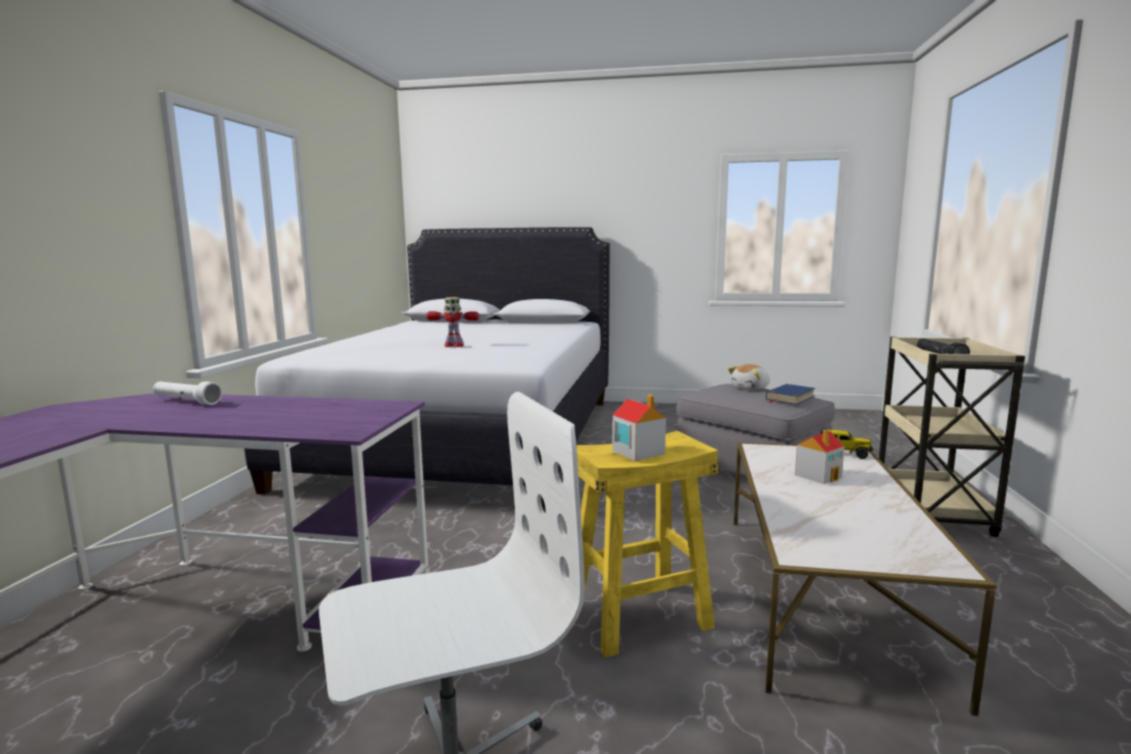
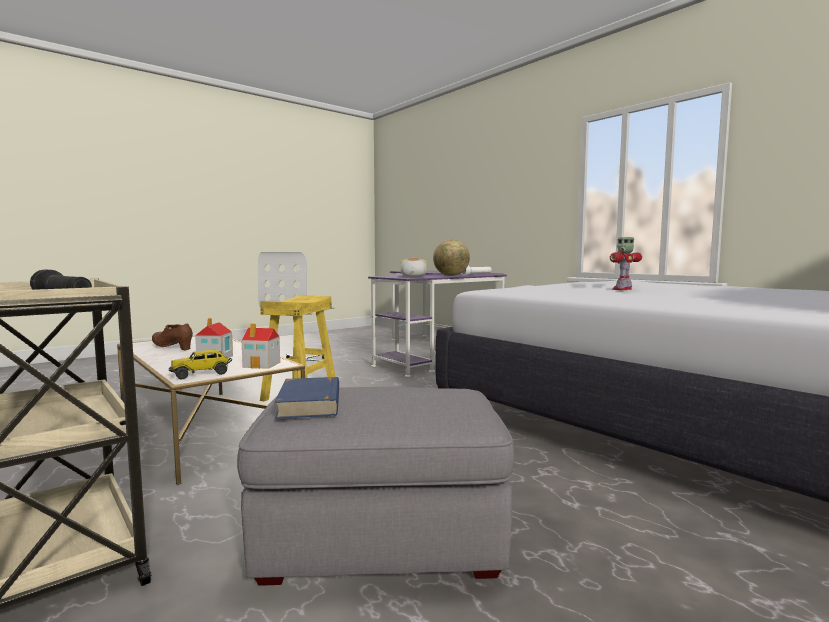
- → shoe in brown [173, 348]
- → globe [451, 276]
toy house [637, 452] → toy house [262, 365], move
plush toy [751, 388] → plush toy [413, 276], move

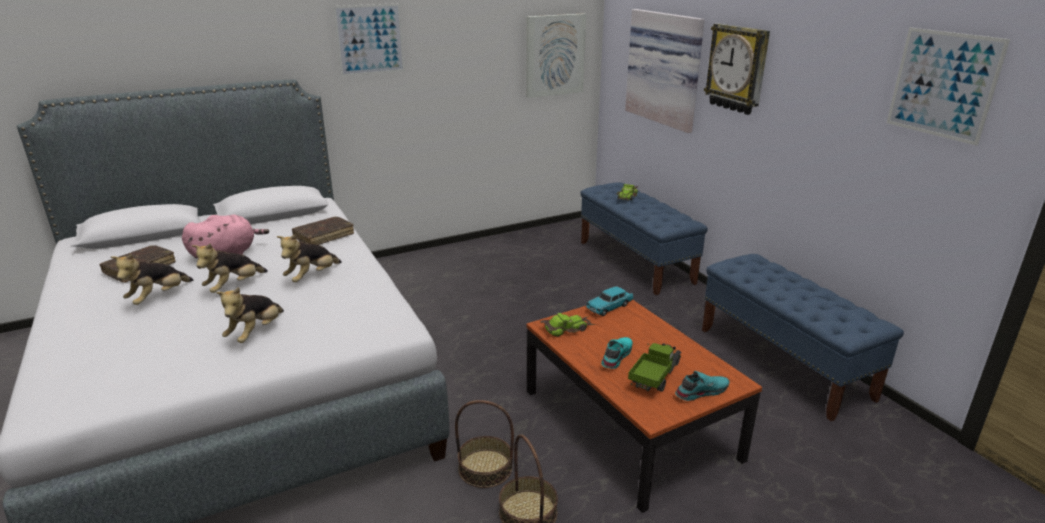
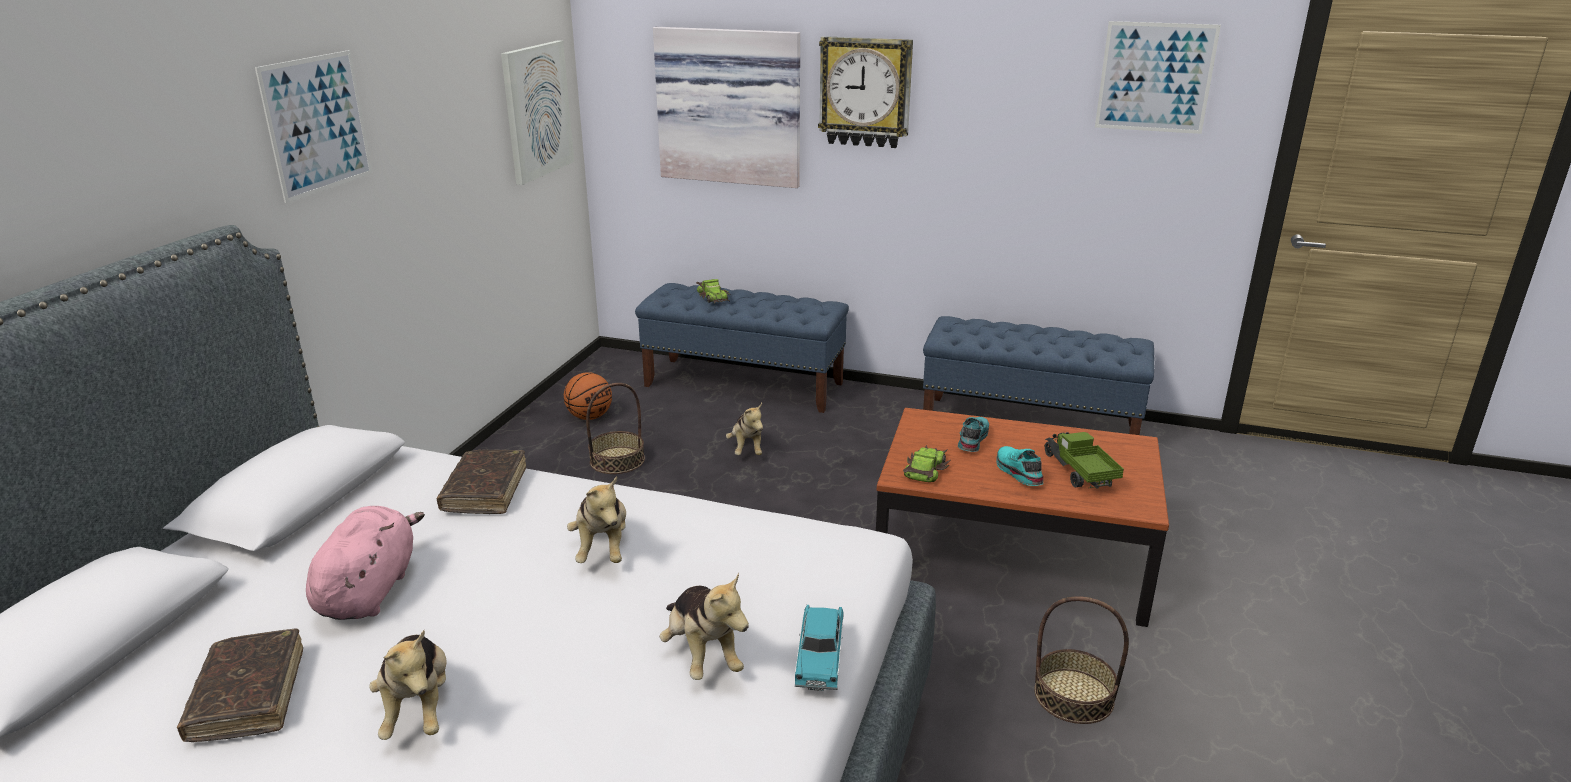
- → basketball [589, 417]
plush toy [234, 287] → plush toy [747, 449], move
basket [485, 468] → basket [617, 460], move
toy car in turquoise [609, 307] → toy car in turquoise [819, 658], move
shoe in turquoise [701, 391] → shoe in turquoise [971, 439], move

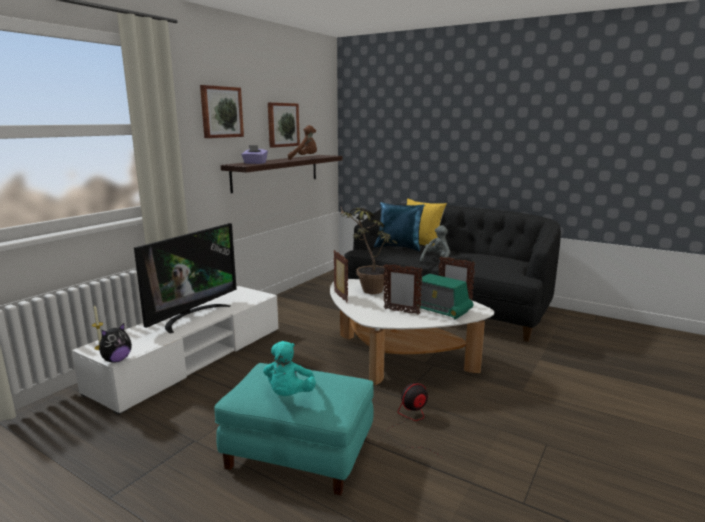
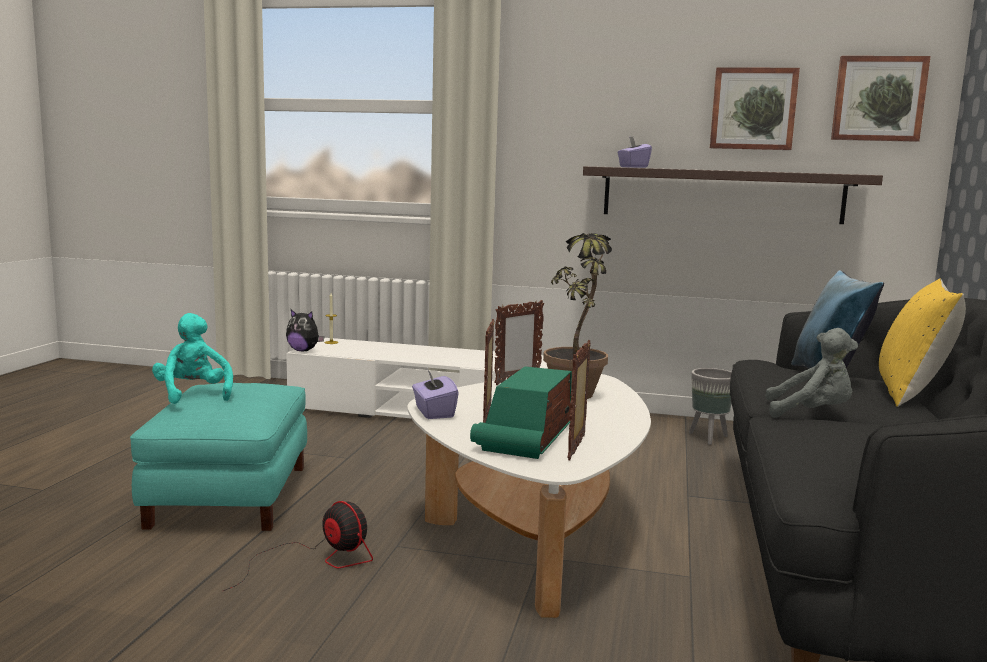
television [192, 316] → -
plush toy in brown [304, 158] → -
- → tissue box in purple [433, 412]
- → planter in grey [709, 438]
picture [221, 112] → picture [878, 99], move
plush toy in turquoise [289, 395] → plush toy in turquoise [193, 394], 75 degrees clockwise

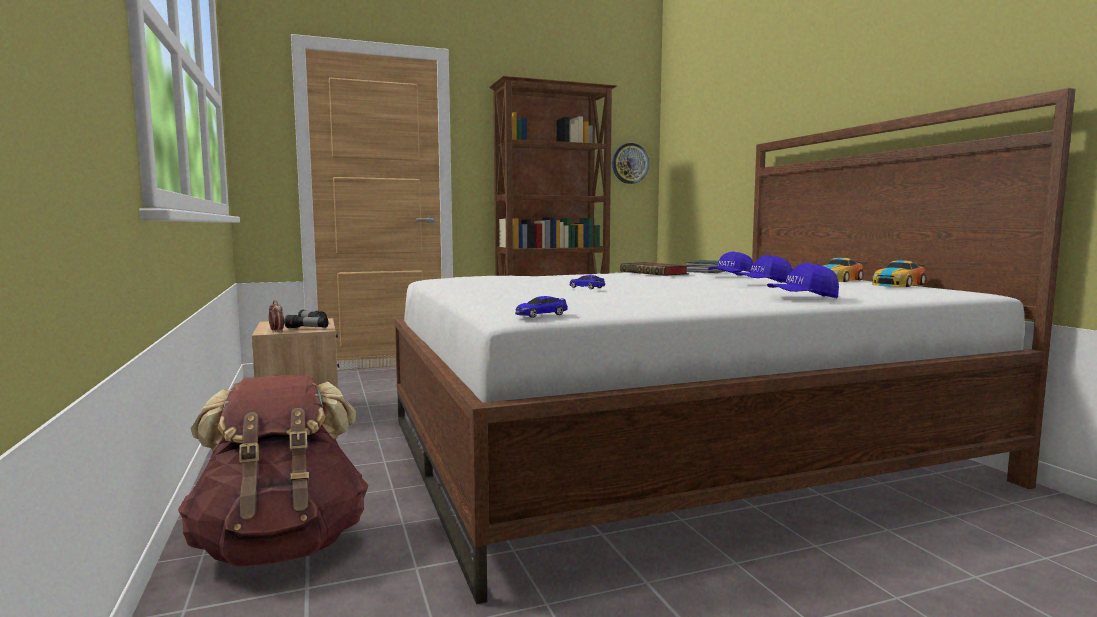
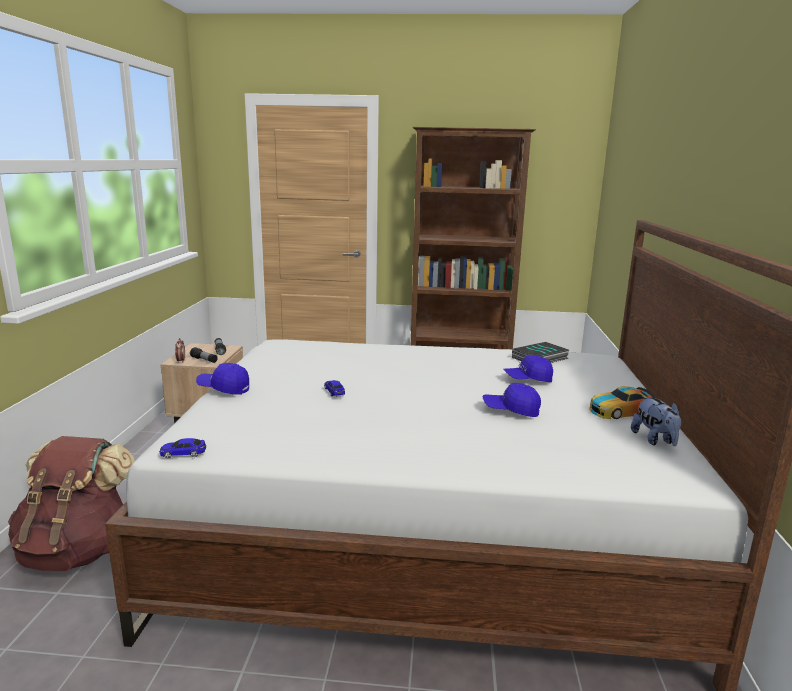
wall clock [630, 163] → -
book [655, 273] → -
cap in blue [802, 298] → cap in blue [224, 388], move
toy car [897, 285] → plush toy [654, 440]

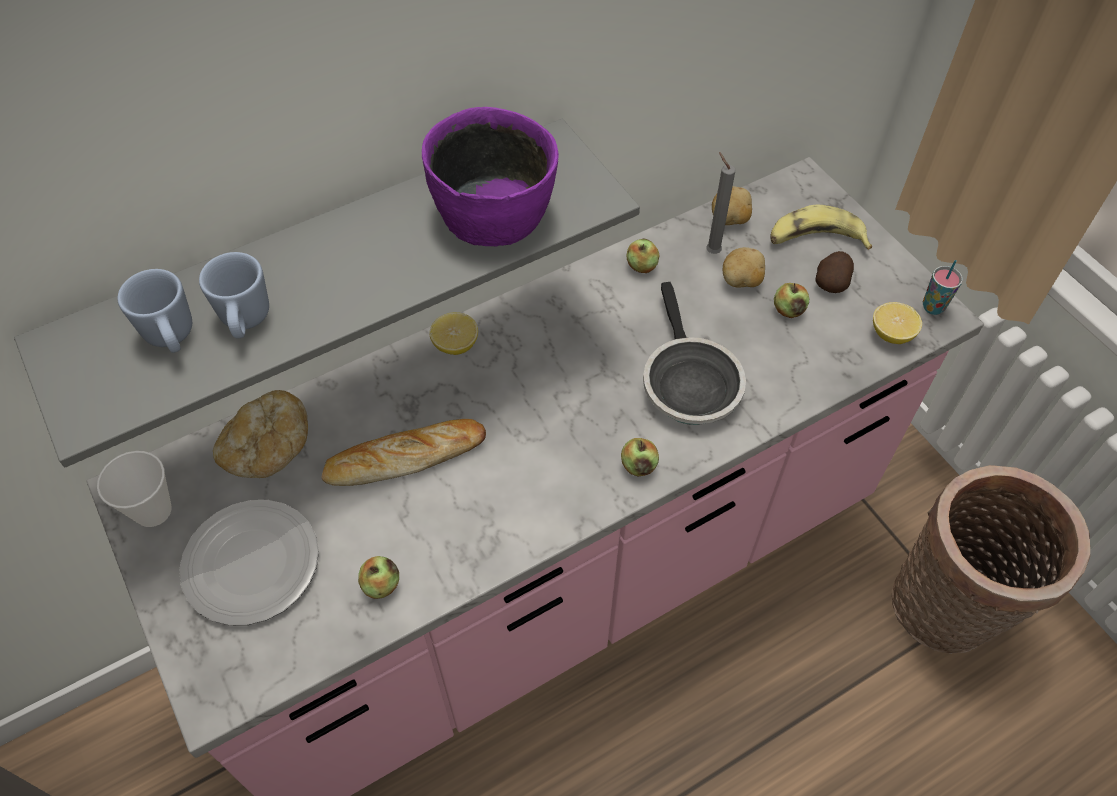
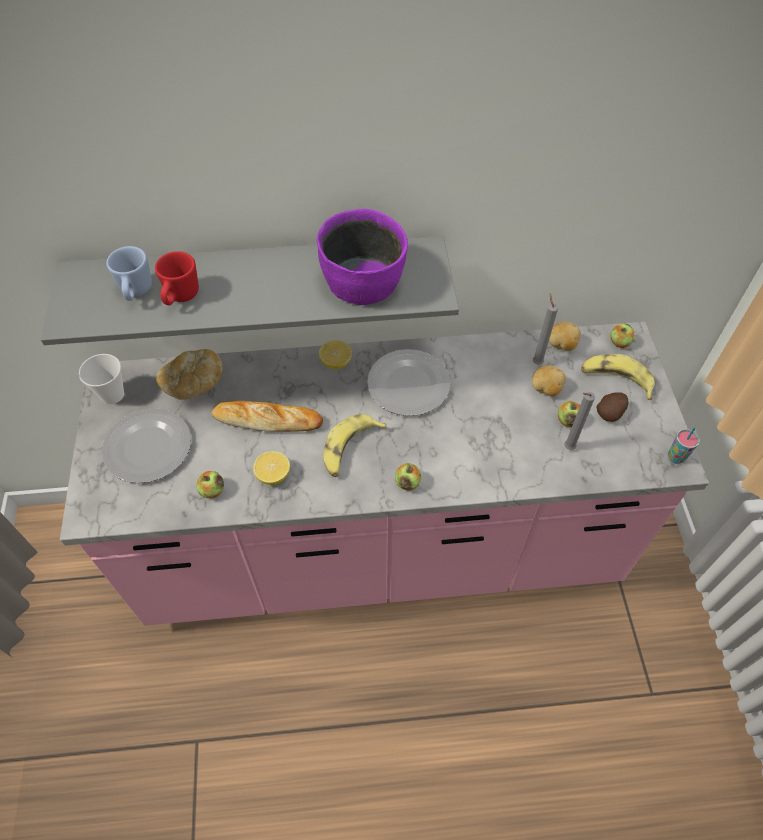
frying pan [688, 382] → -
basket [946, 612] → -
- → banana [350, 449]
- → plate [407, 384]
- → candle in grey [567, 448]
apple [641, 266] → apple [619, 342], move
lemon [891, 334] → lemon [273, 475], move
mug in blue [245, 322] → mug in red [180, 297]

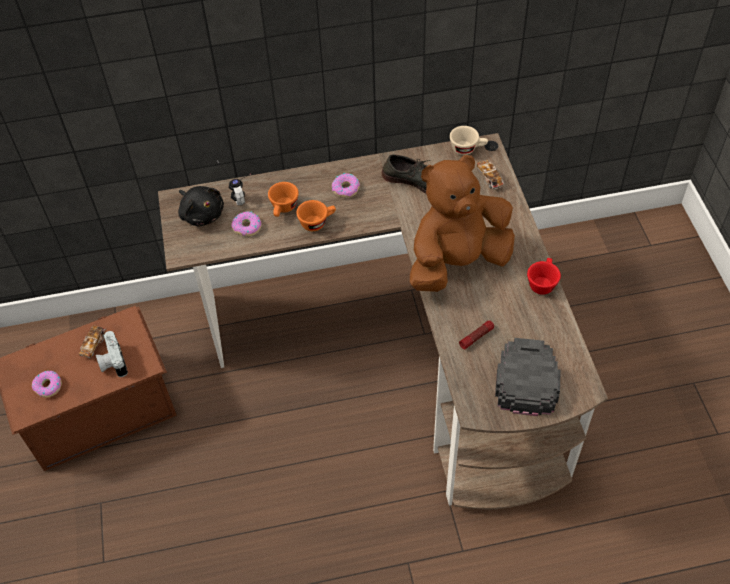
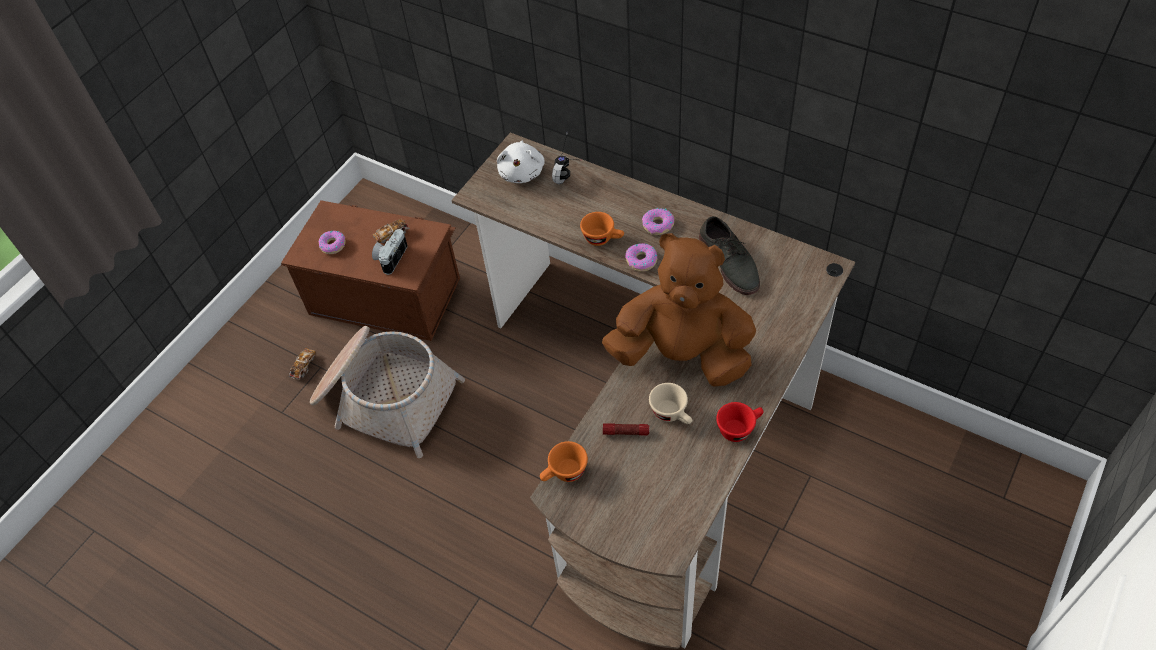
cap in black [526, 378] → -
- → basket [385, 398]
donut [247, 227] → donut [641, 260], move
cup in orange [283, 209] → cup in orange [564, 474], move
cup in beige [467, 149] → cup in beige [672, 414], move
toy car [489, 178] → toy car [304, 367], move
plush toy in black [202, 214] → plush toy in white [522, 172]

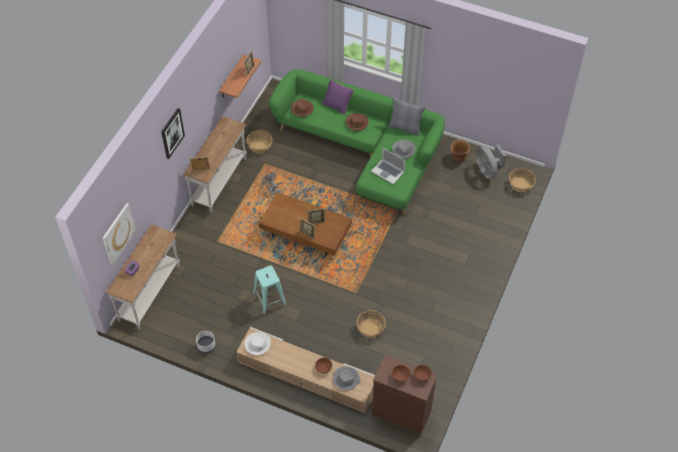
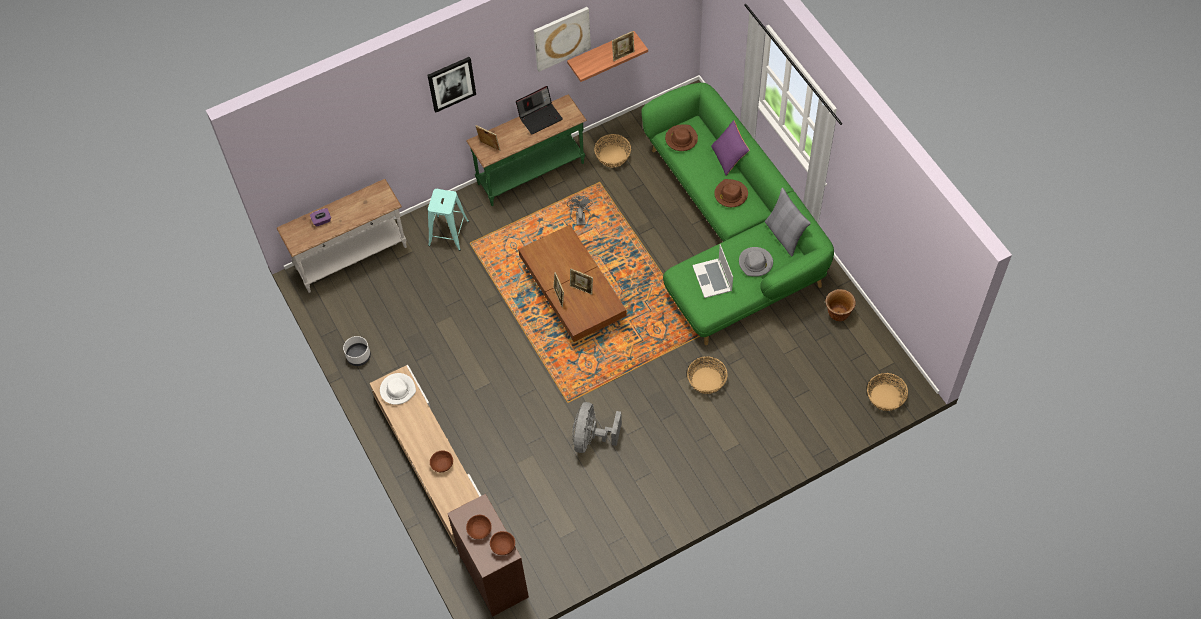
hat in grey [346, 379] → -
- → laptop [540, 117]
picture [118, 233] → picture [561, 38], move
stool in turquoise [269, 299] → stool in turquoise [448, 233], move
basket [370, 328] → basket [706, 381], move
fan in grey [488, 170] → fan in grey [591, 438], move
console table in white [220, 182] → console table in green [531, 174]

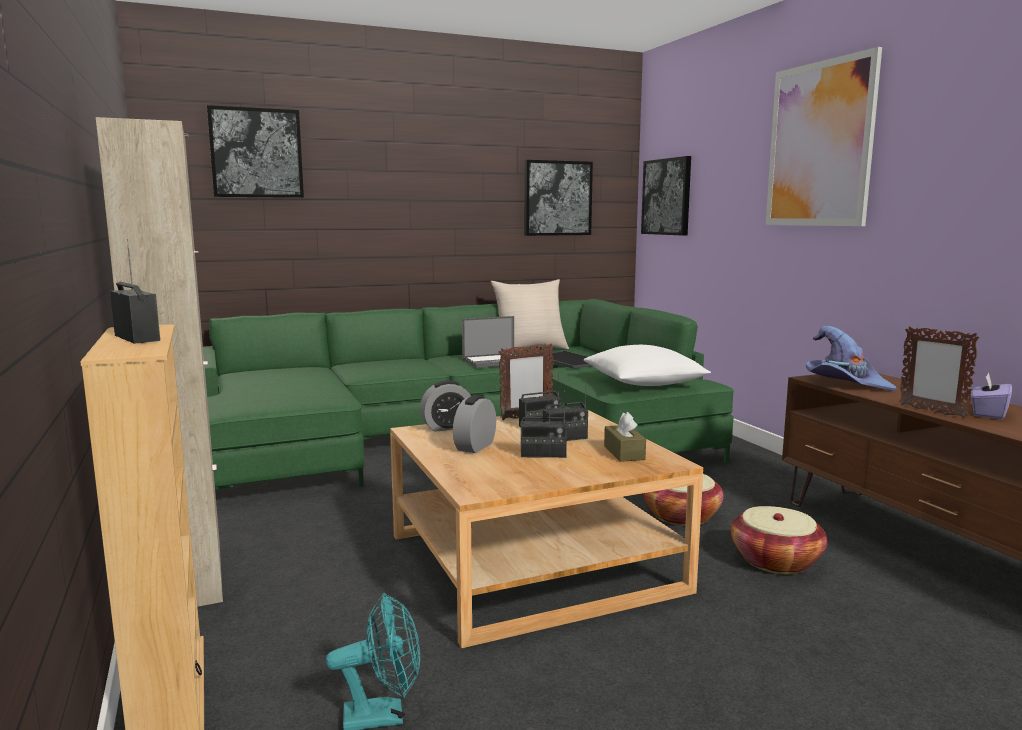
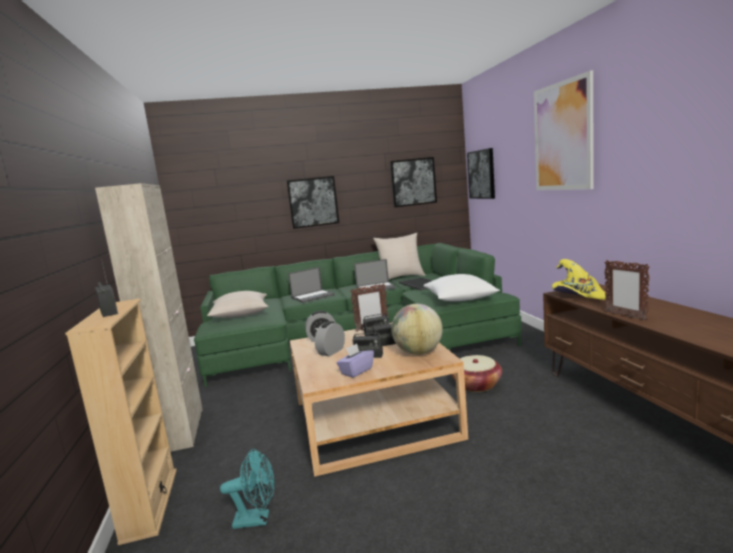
basket [776, 561] → -
- → pillow in beige [240, 314]
- → laptop [313, 296]
picture [256, 153] → picture [313, 202], move
tissue box in purple [988, 413] → tissue box in purple [356, 371], move
tissue box in brown [624, 453] → globe [418, 352]
hat in purple [845, 383] → hat in yellow [579, 296]

